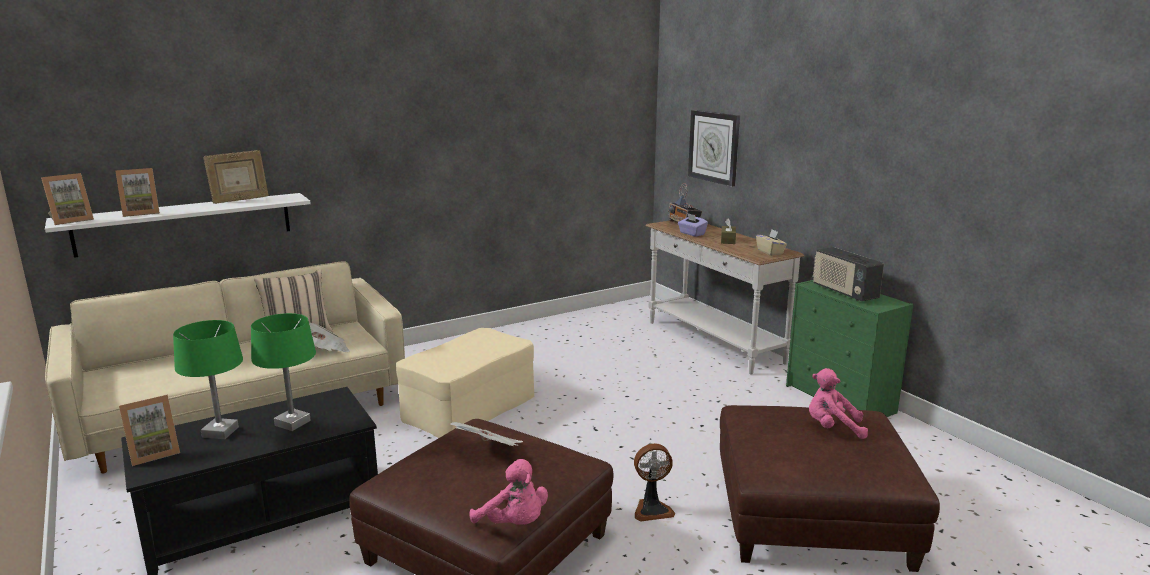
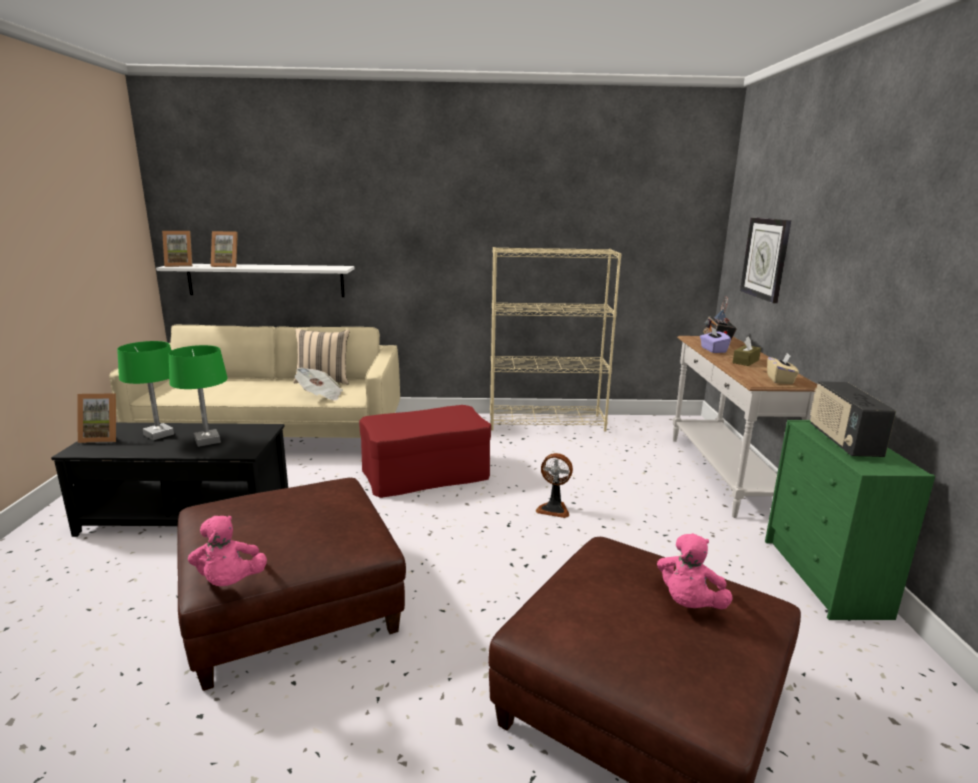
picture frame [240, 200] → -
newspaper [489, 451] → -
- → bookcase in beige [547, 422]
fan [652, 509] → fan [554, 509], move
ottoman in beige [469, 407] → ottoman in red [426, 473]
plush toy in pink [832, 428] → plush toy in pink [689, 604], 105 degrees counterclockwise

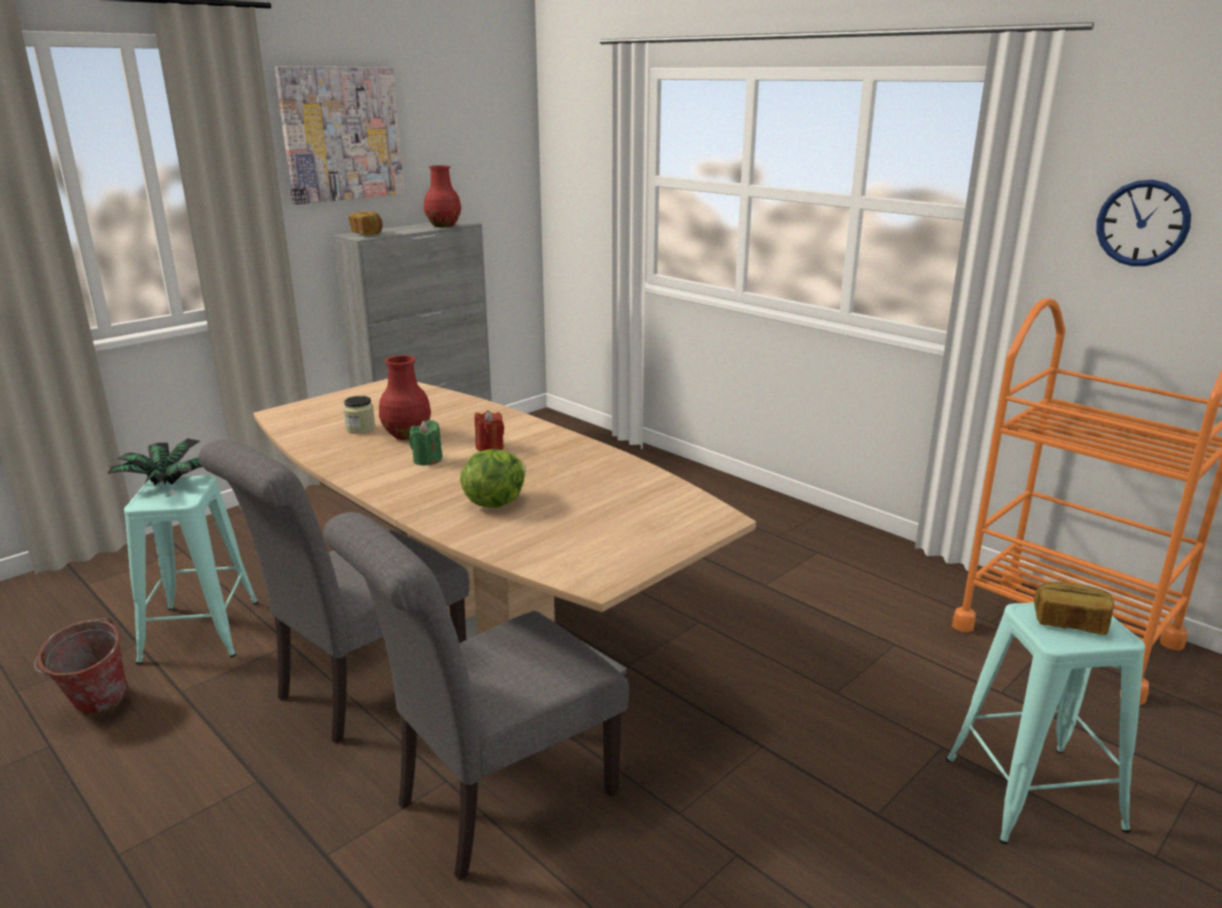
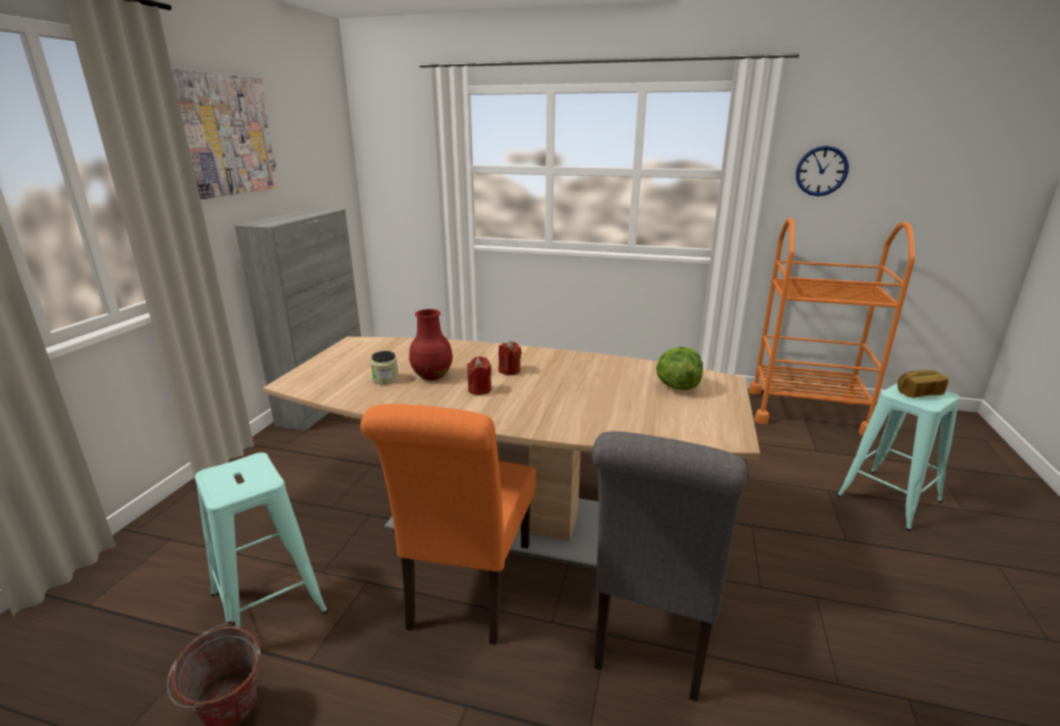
potted plant [164, 484] → -
bread [367, 234] → -
vase in red [443, 226] → -
lettuce [494, 502] → lettuce [677, 386], move
chair in grey [362, 688] → chair in orange [467, 592]
candle in green [427, 460] → candle in red [479, 390]

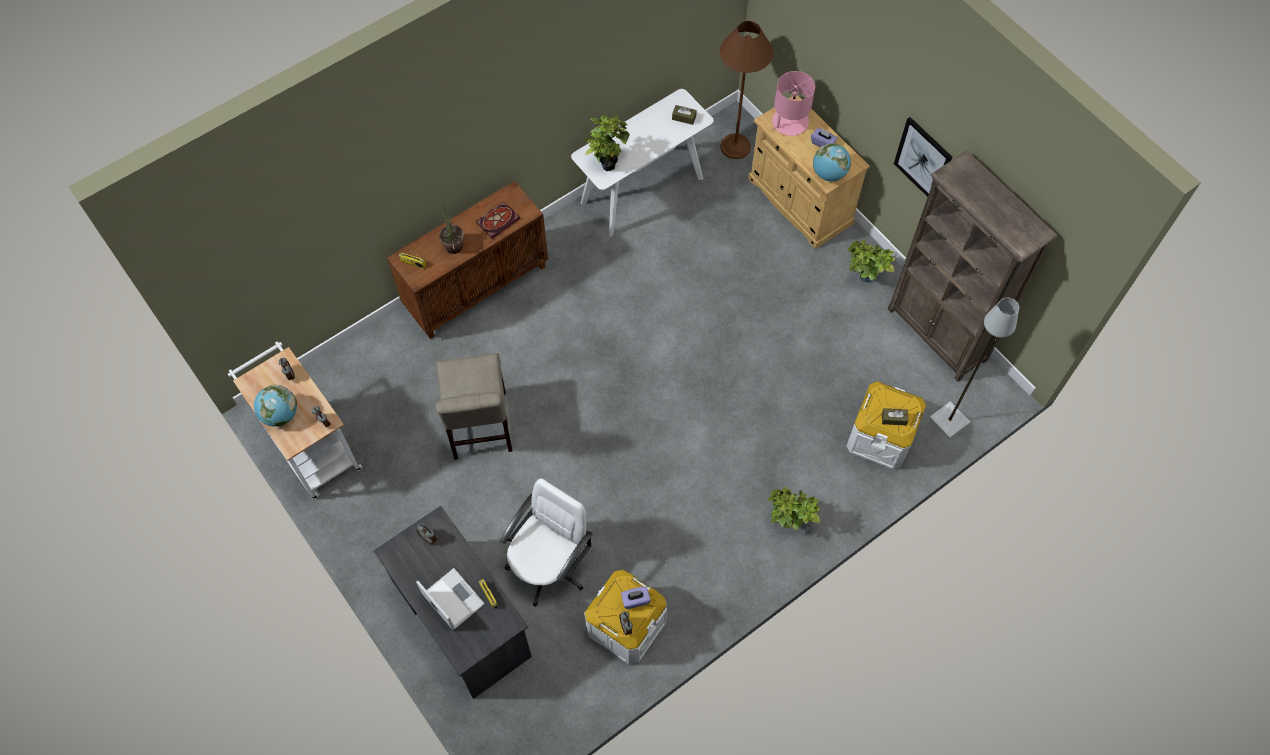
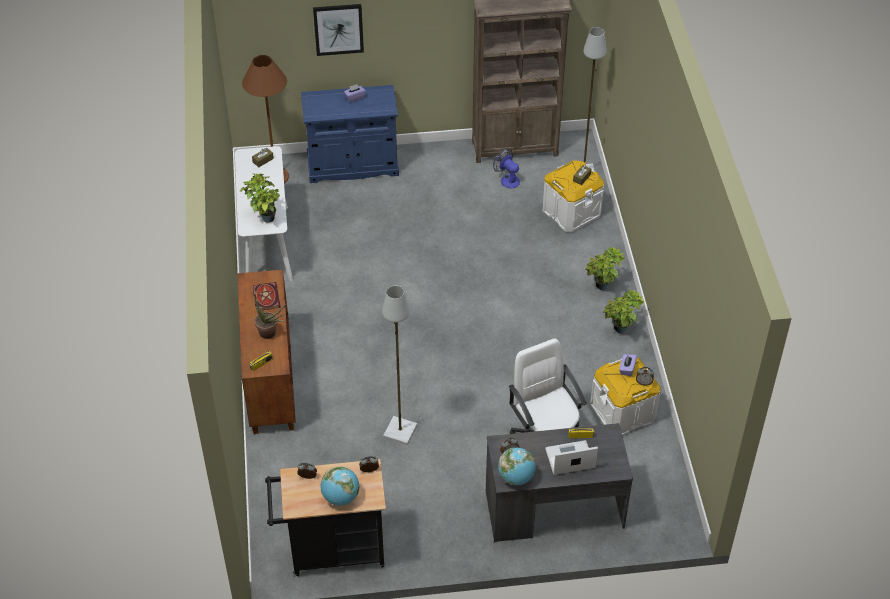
table lamp in pink [789, 122] → -
- → fan [507, 179]
globe [829, 174] → globe [516, 477], move
potted plant [863, 279] → potted plant [620, 332], move
picture [923, 159] → picture [338, 29], move
chair in beige [479, 430] → floor lamp in grey [400, 431]
cart in white [310, 445] → cart in black [331, 551]
cabinet in beige [799, 201] → cabinet in blue [352, 165]

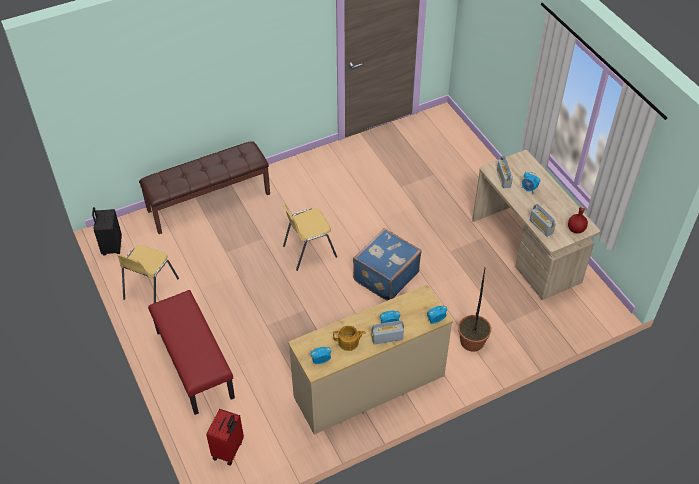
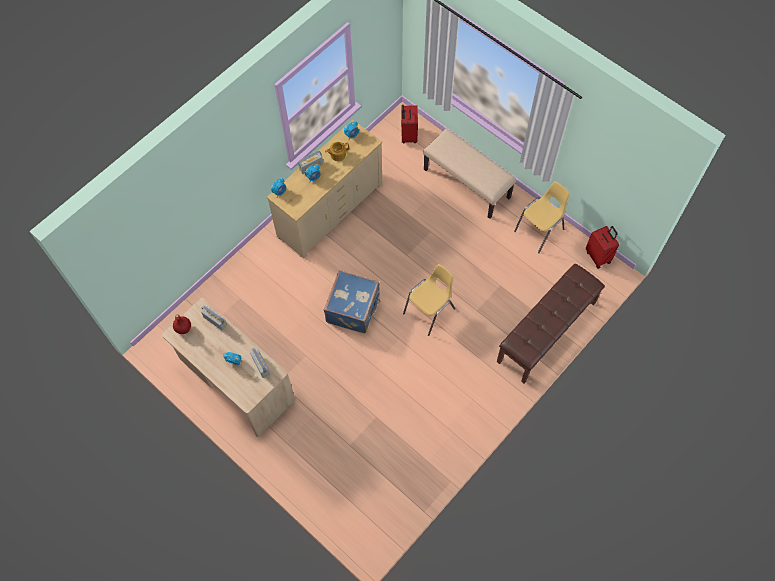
potted plant [472, 341] → -
suitcase in black [111, 247] → suitcase in red [598, 256]
bench in red [194, 364] → bench in beige [467, 183]
chair in yellow [150, 289] → chair in yellow [540, 230], 45 degrees clockwise

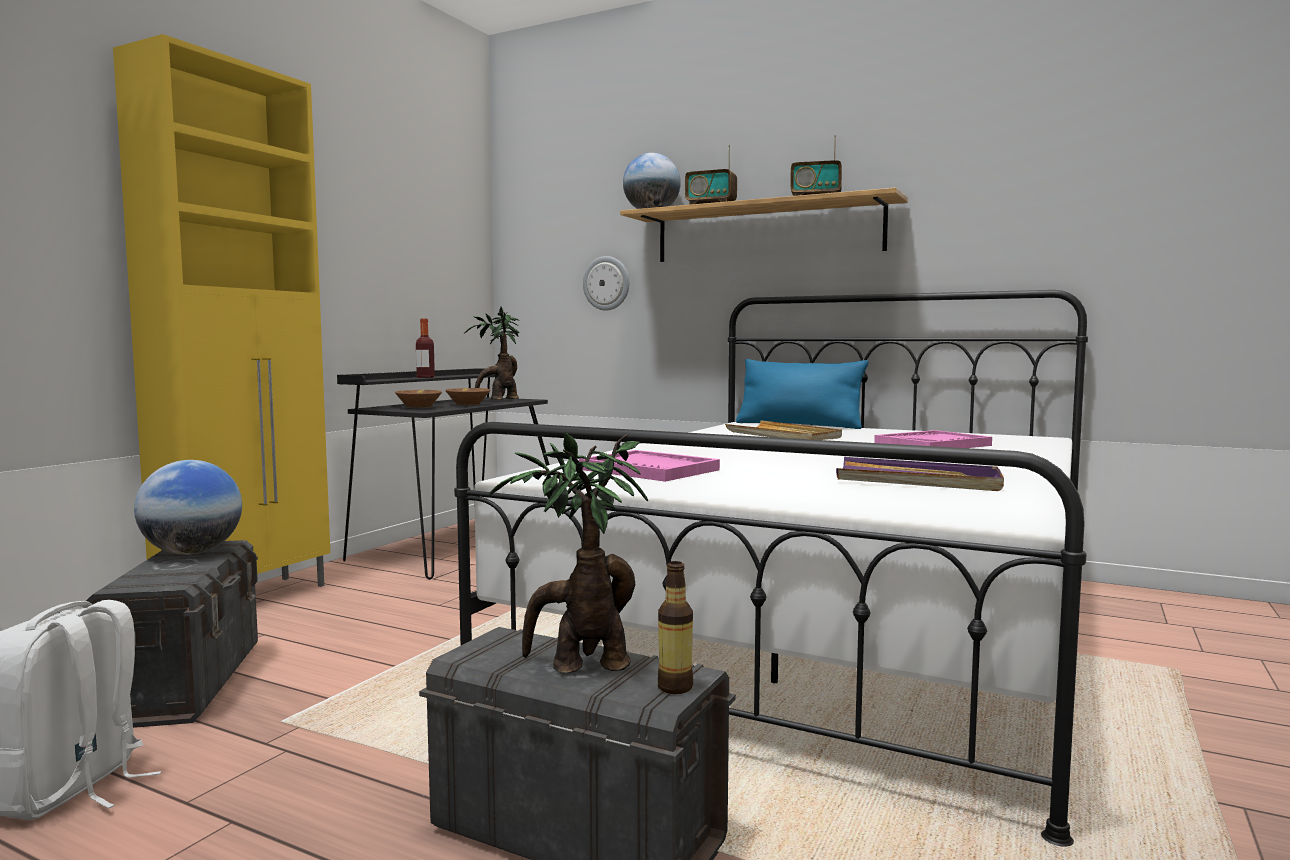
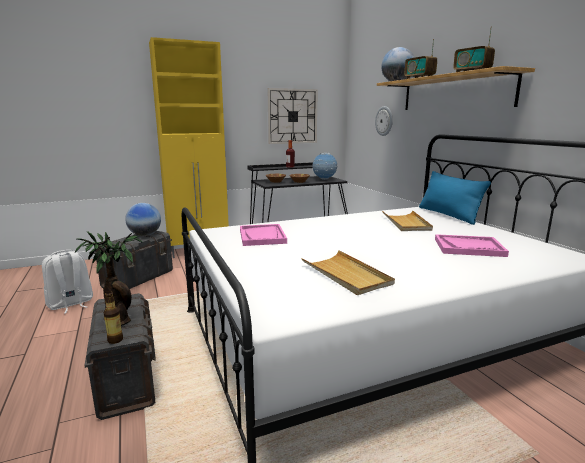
- → wall clock [292, 116]
potted plant [499, 400] → globe [324, 179]
tray in purple [918, 480] → tray in beige [346, 275]

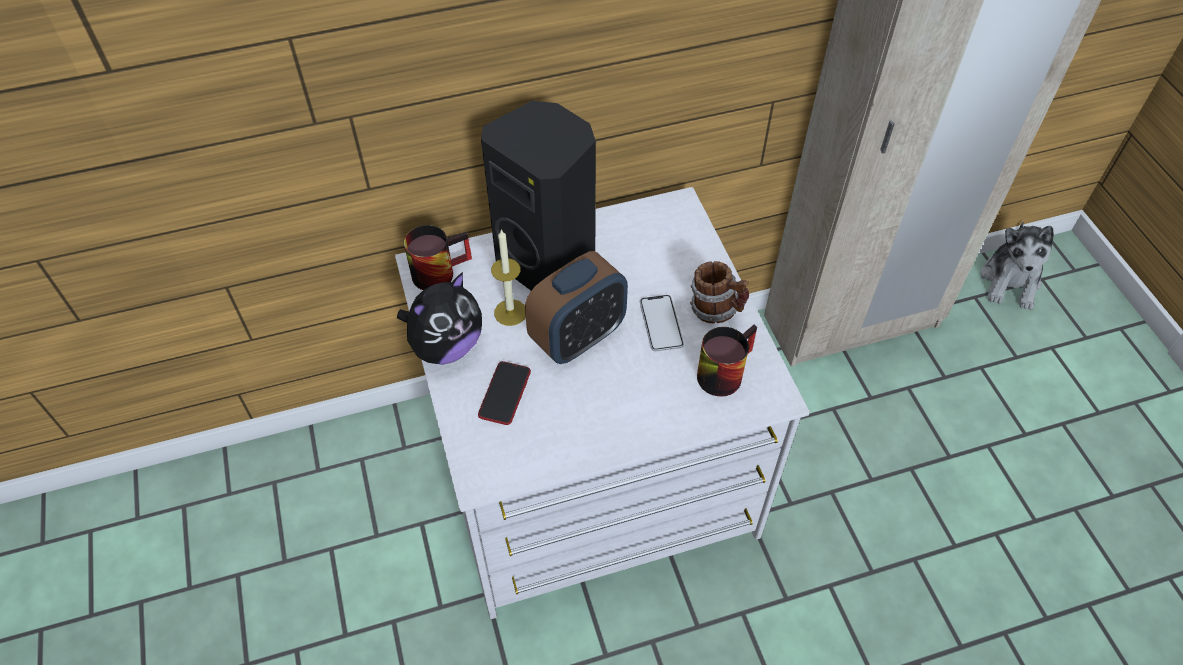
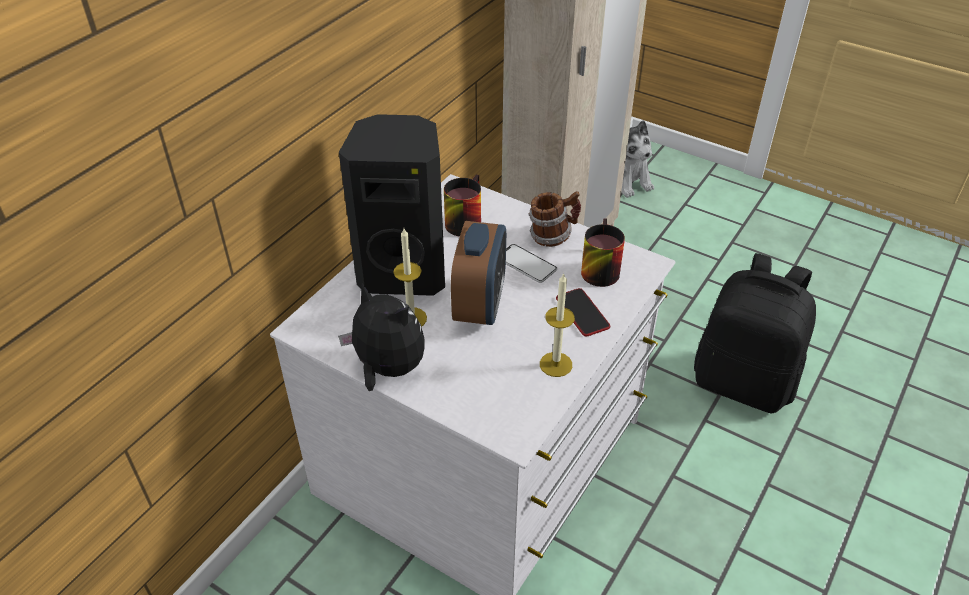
- → candle [556, 364]
- → backpack in black [744, 382]
mug [438, 269] → mug [462, 220], move
phone [504, 393] → phone [582, 313], move
plush toy [446, 346] → plush toy [387, 369], 60 degrees counterclockwise

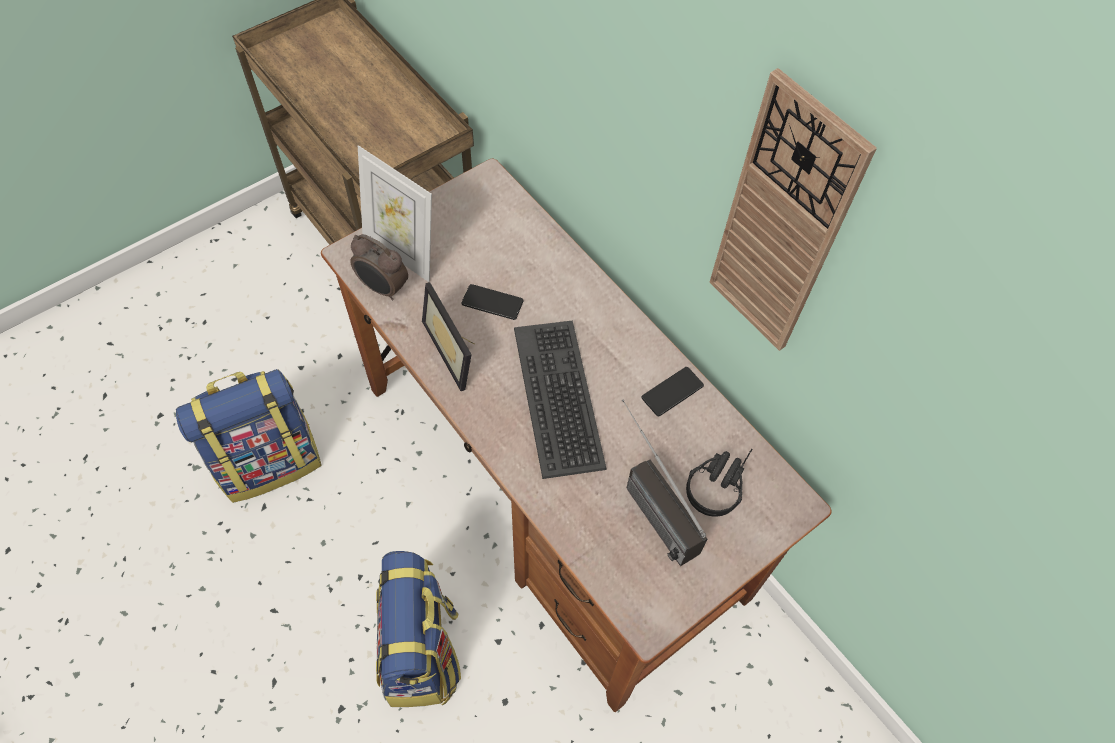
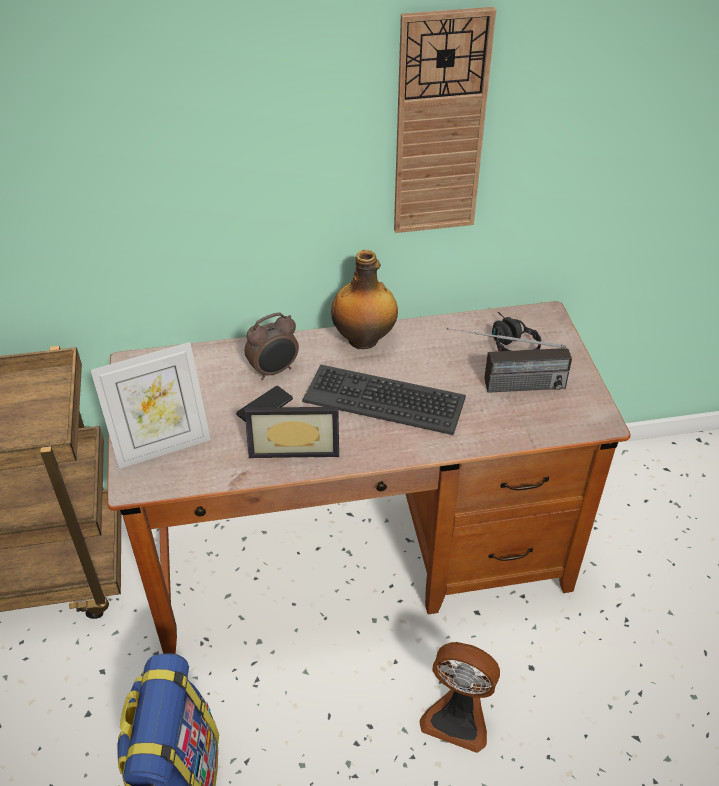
phone [672, 392] → -
- → bottle [364, 339]
alarm clock [383, 288] → alarm clock [274, 371], move
backpack [422, 652] → fan [458, 717]

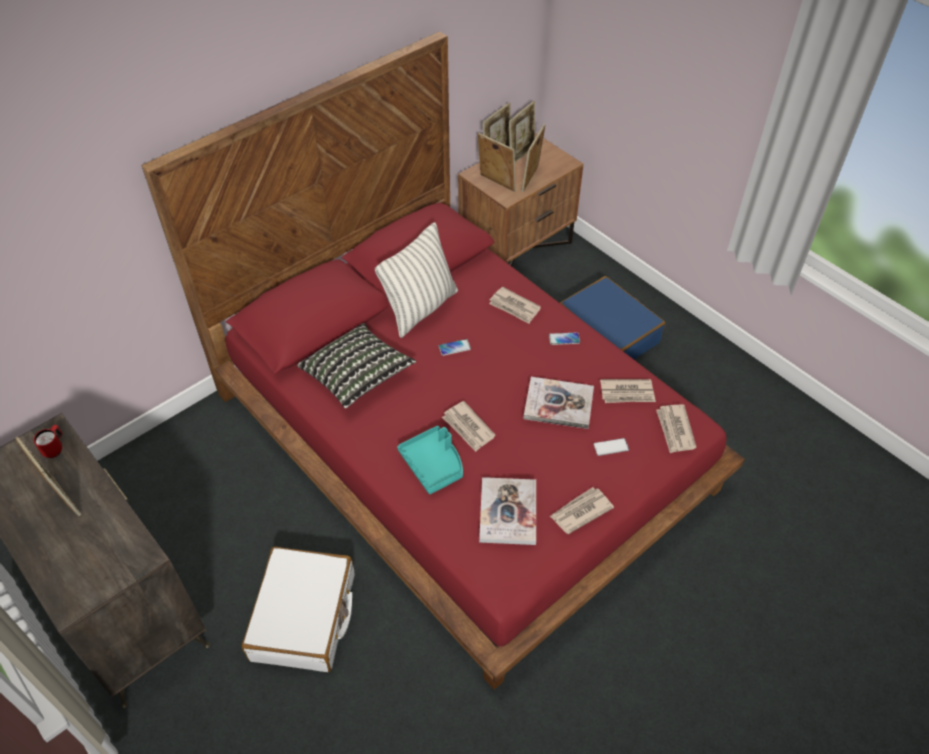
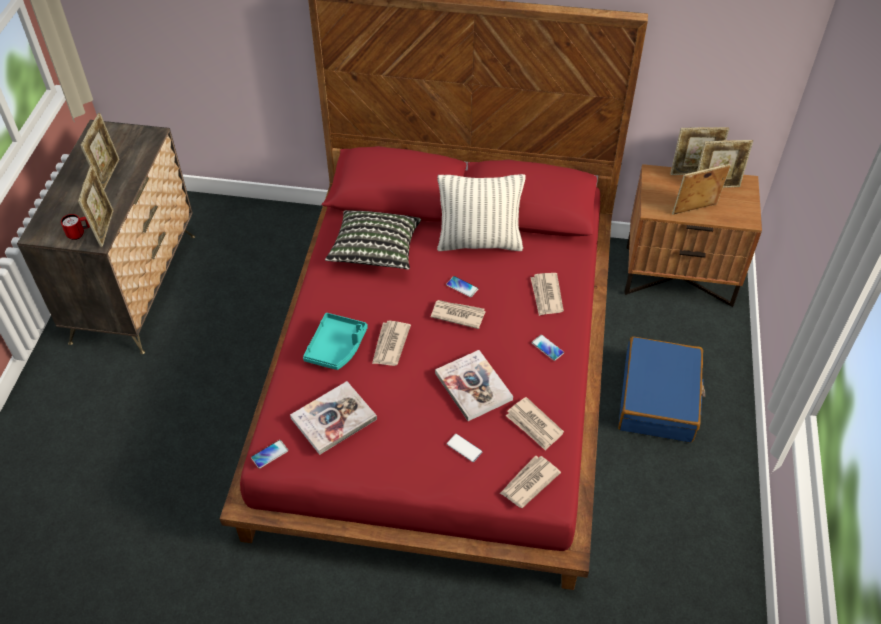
suitcase in white [304, 617] → -
- → phone [269, 454]
mug in red [55, 448] → mug in red [79, 234], move
picture frame [496, 184] → picture frame [104, 228], move
newspaper [580, 511] → newspaper [457, 314], move

